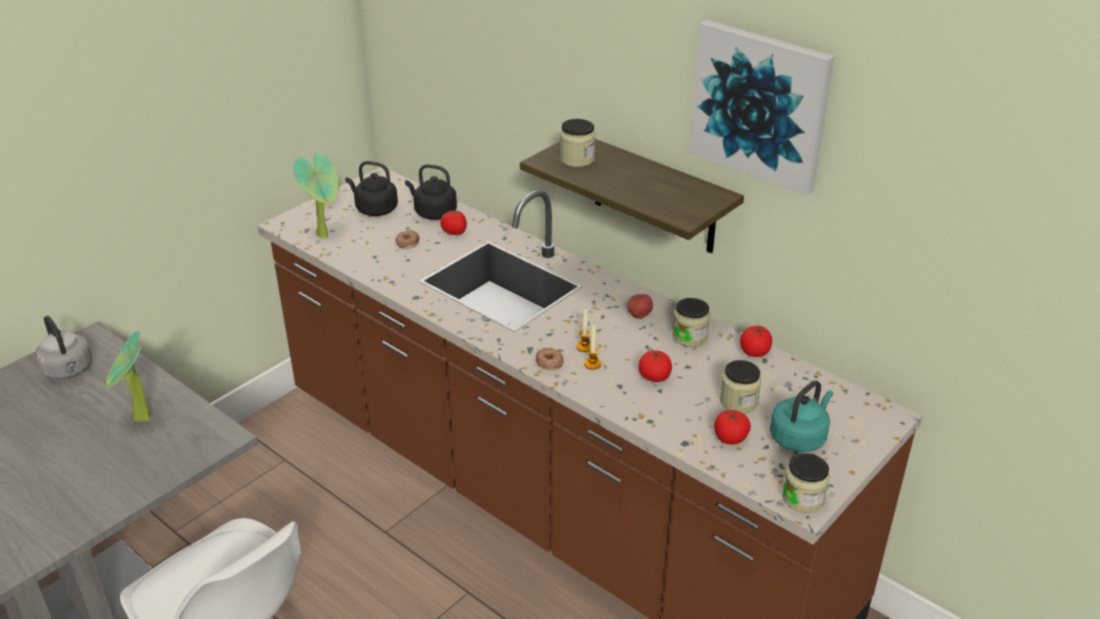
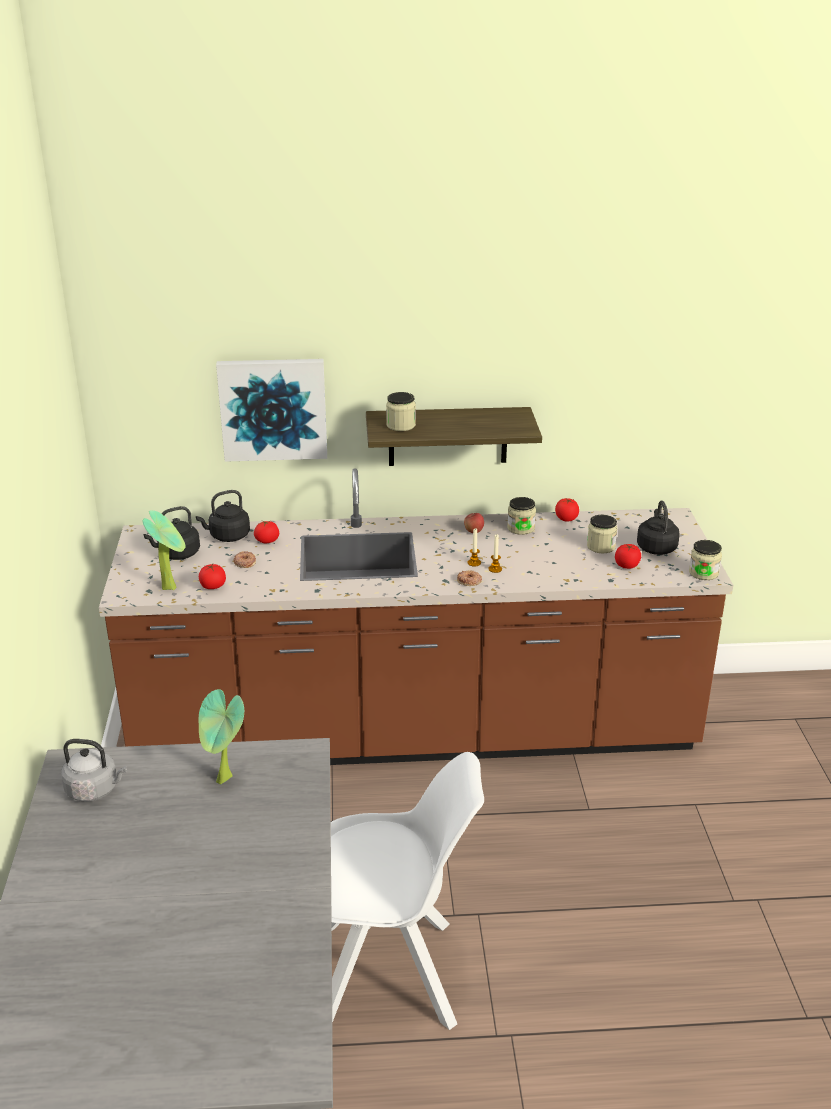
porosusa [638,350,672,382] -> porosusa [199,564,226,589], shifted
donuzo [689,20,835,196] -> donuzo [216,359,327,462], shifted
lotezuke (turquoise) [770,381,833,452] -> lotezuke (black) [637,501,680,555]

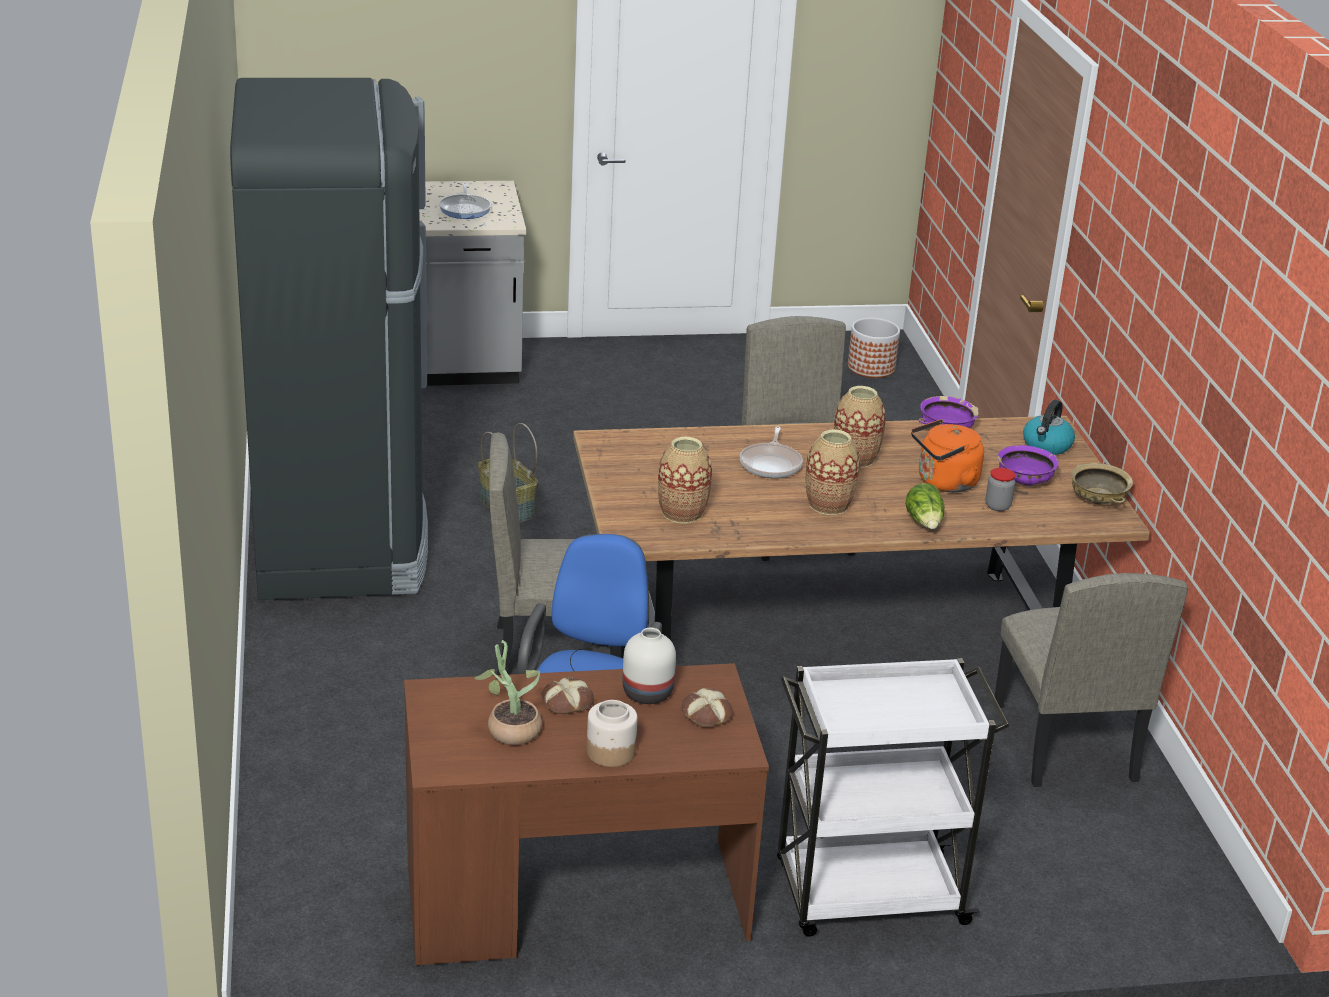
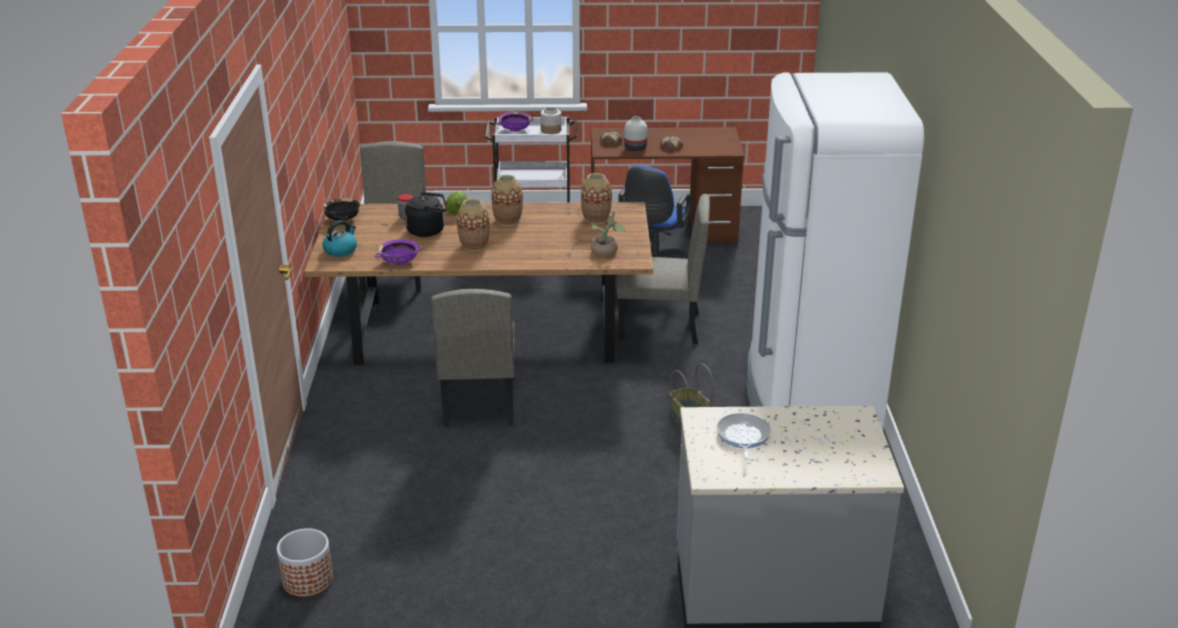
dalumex [740,426,803,478] -> none
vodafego [473,640,542,745] -> vodafego [591,210,625,256], shifted
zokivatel [587,700,637,767] -> zokivatel [541,107,561,134], shifted
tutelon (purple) [997,445,1059,486] -> tutelon (purple) [496,112,534,132], shifted
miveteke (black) [230,78,428,600] -> miveteke (white) [747,72,924,429]
lotezuke (orange) [911,419,984,492] -> lotezuke (black) [405,192,447,237]
tutelon (beige) [1071,463,1133,505] -> tutelon (black) [322,198,360,222]

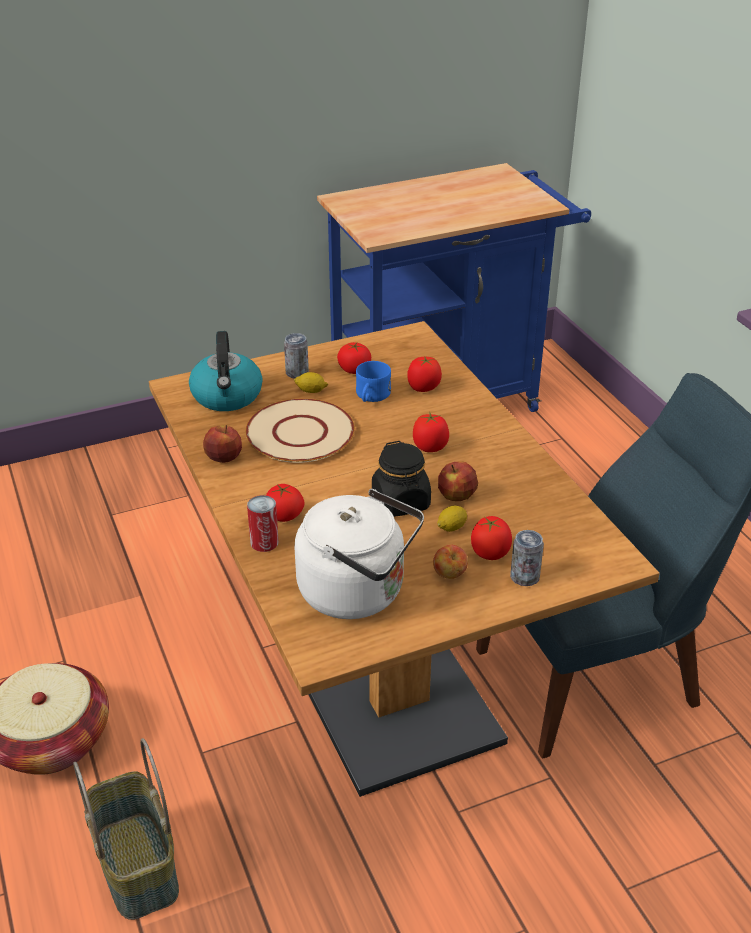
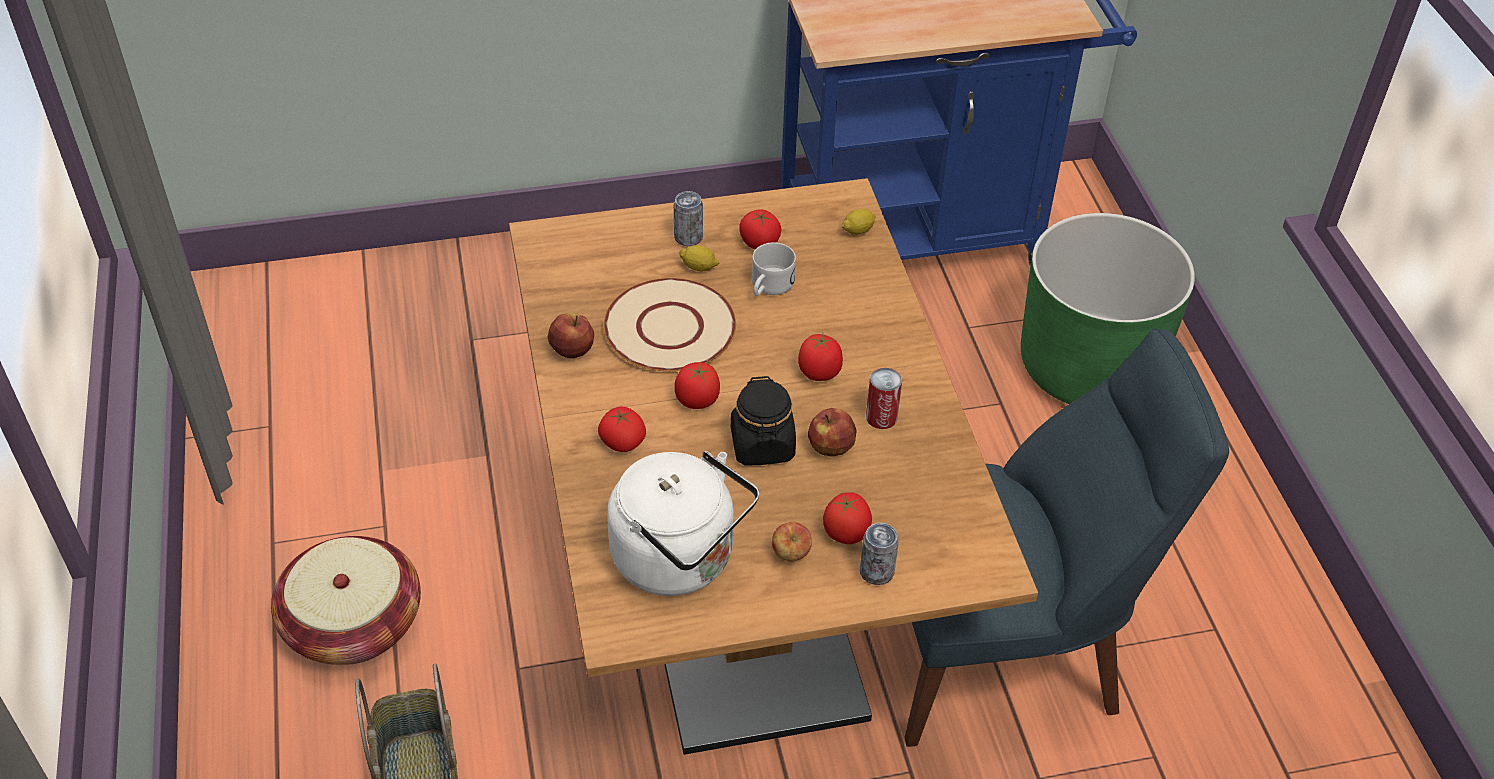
lotezuke [189,331,263,411] -> none
none -> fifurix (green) [1021,213,1195,404]
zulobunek [247,495,279,552] -> zulobunek [866,368,902,429], shifted
porosusa [407,357,442,392] -> porosusa [675,362,720,409], shifted
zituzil [437,505,467,532] -> zituzil [842,209,876,235], shifted
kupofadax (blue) [356,361,391,402] -> kupofadax (white) [752,242,796,296]

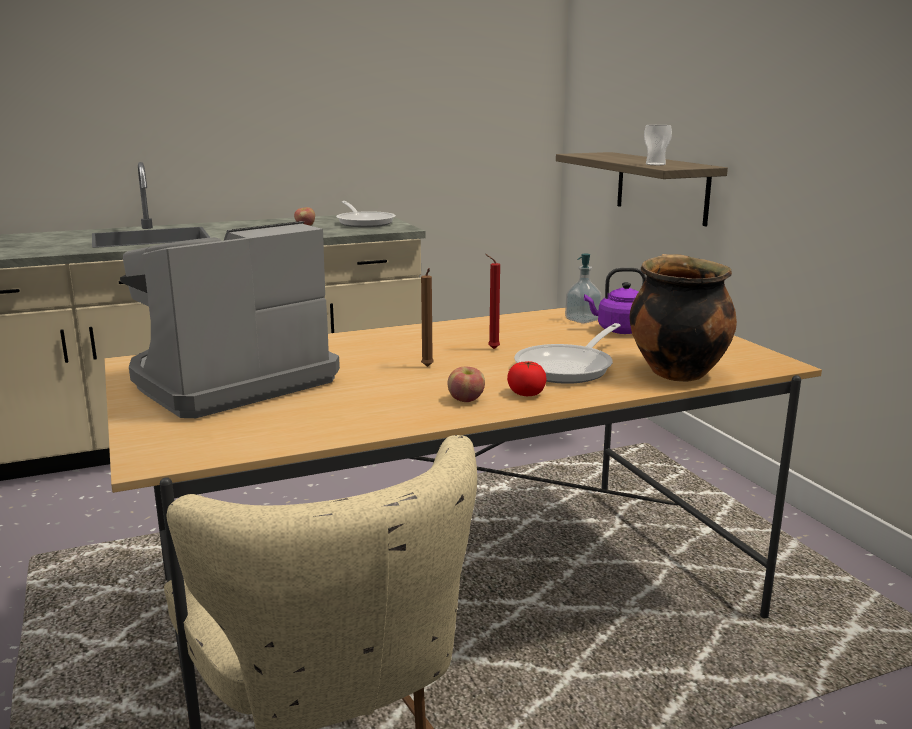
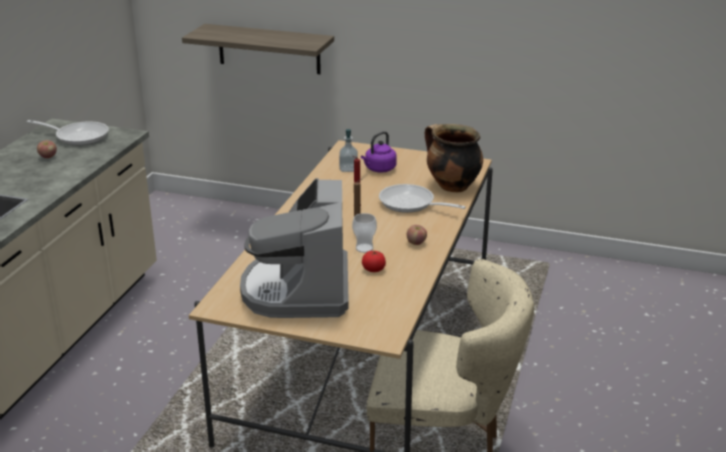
porosusa [507,361,547,396] -> porosusa [362,251,386,272], shifted
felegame [644,125,672,165] -> felegame [352,213,377,253], shifted
dalumex [514,323,621,384] -> dalumex [379,184,466,213], 135 degrees clockwise

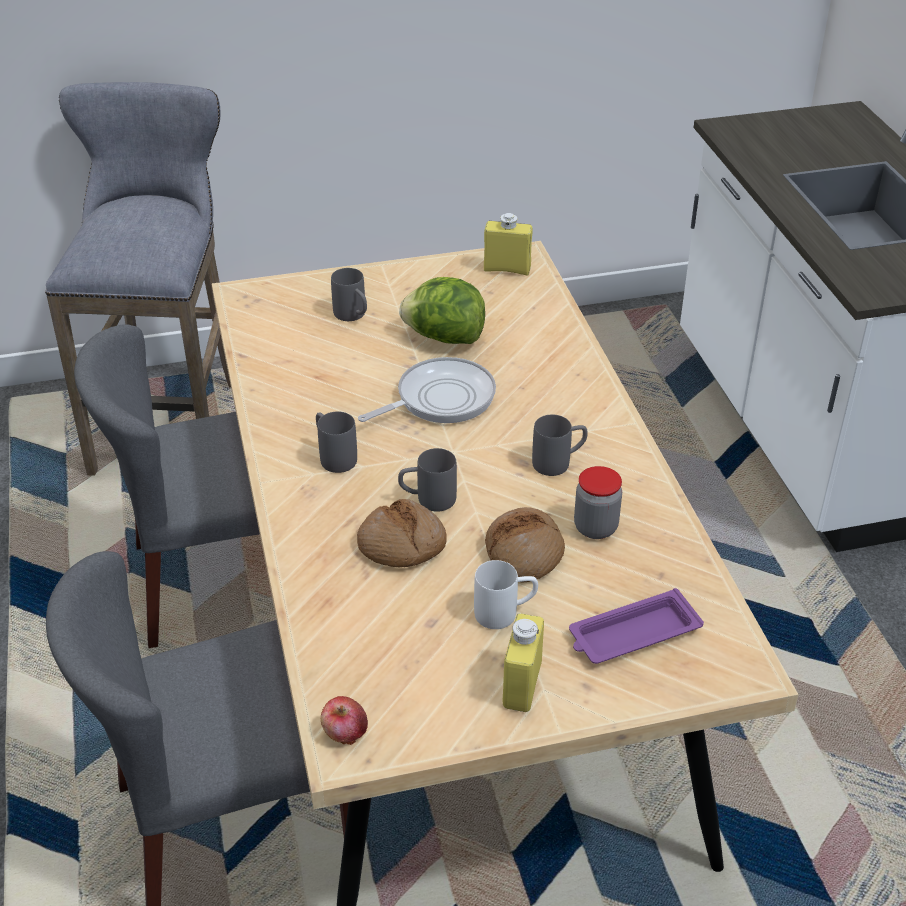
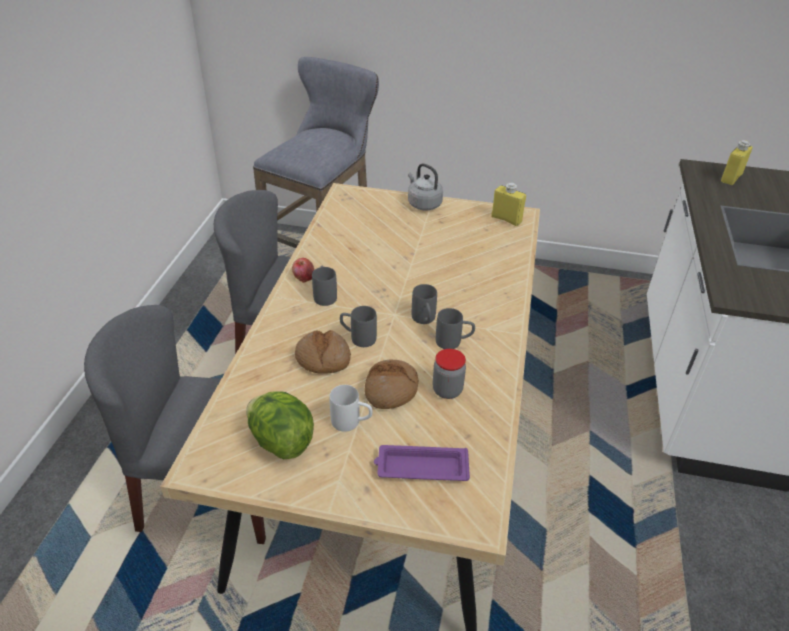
dalumex [358,357,496,423] -> none
none -> lotezuke (grey) [408,163,443,210]
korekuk [321,696,368,745] -> korekuk [292,258,314,283], shifted
kupofadax (grey) [331,268,367,321] -> kupofadax (grey) [412,284,437,324], shifted
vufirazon [399,277,485,344] -> vufirazon [246,391,314,459], shifted
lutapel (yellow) [503,614,544,712] -> lutapel (yellow) [721,140,753,185], shifted

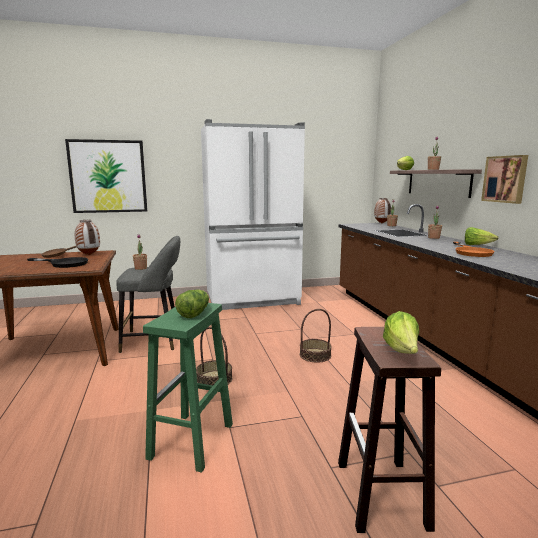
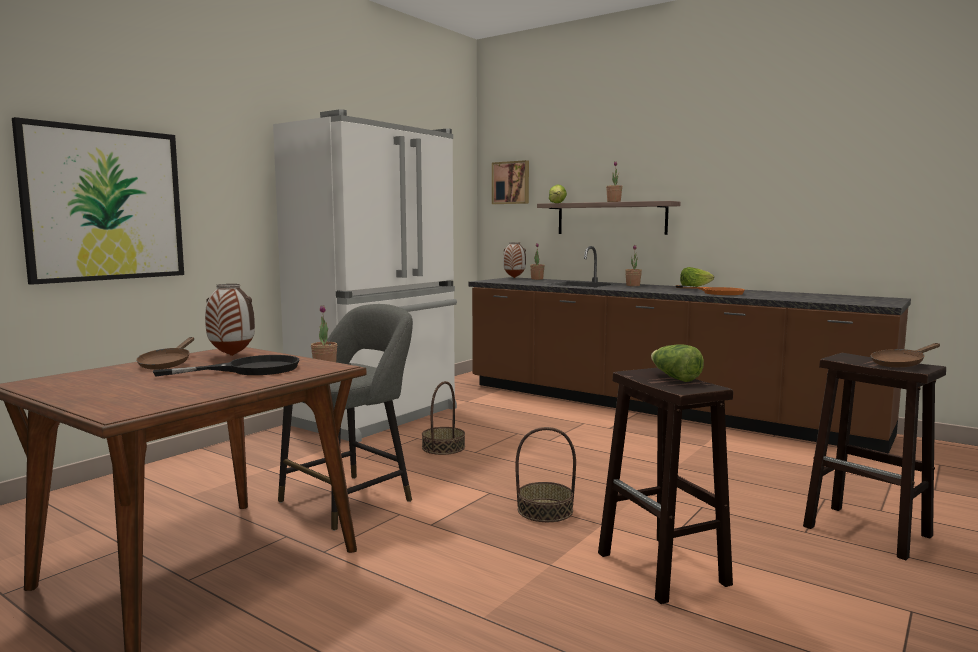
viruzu [300,309,332,363] -> viruzu [422,381,465,455], shifted
donuzo [481,155,528,204] -> donuzo [492,160,529,204], shifted
vufirazon [383,311,419,354] -> dalumex (brown) [871,343,940,367]
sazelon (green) [143,303,233,473] -> sazelon (brown) [598,368,733,604]

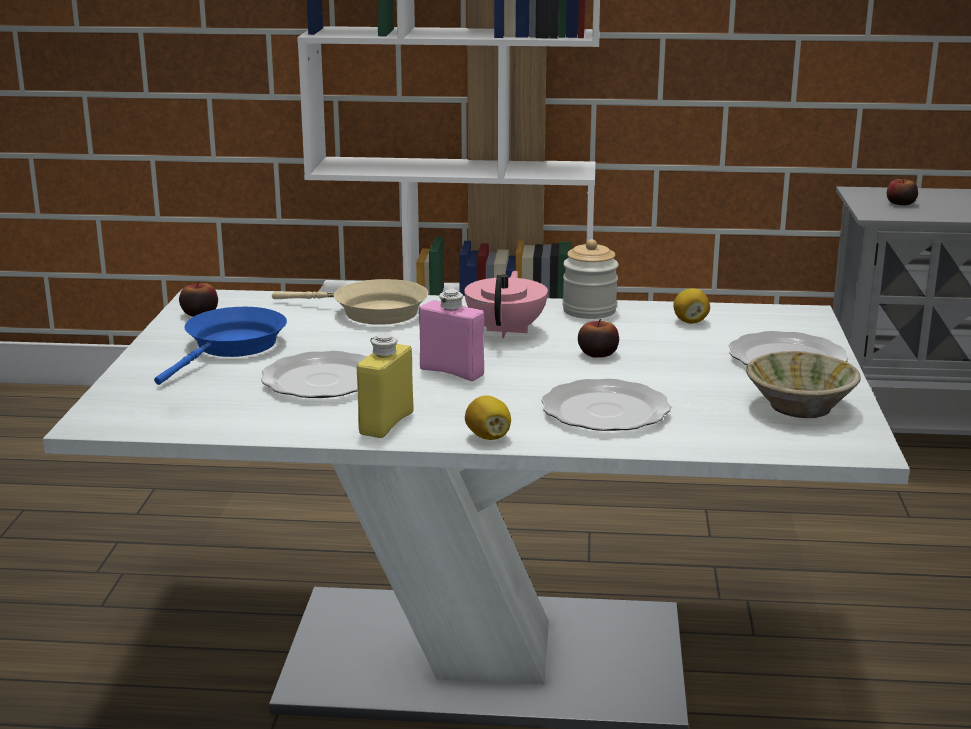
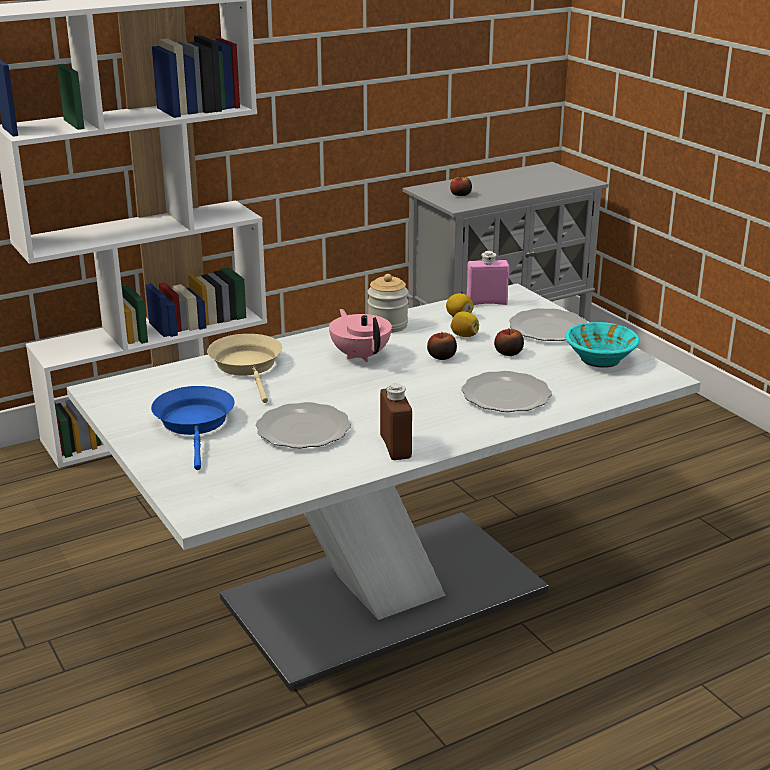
korekuk [179,281,218,317] -> korekuk [494,328,524,356], shifted
lutapel (pink) [419,289,484,381] -> lutapel (pink) [467,251,509,305], shifted
zituzil [465,395,511,440] -> zituzil [451,311,479,337], shifted
lutapel (yellow) [357,334,414,438] -> lutapel (brown) [380,383,412,460]
tutelon (beige) [746,351,861,418] -> tutelon (turquoise) [565,322,639,368]
dalumex (beige) [272,279,428,325] -> dalumex (beige) [207,334,282,403], 90 degrees counterclockwise

